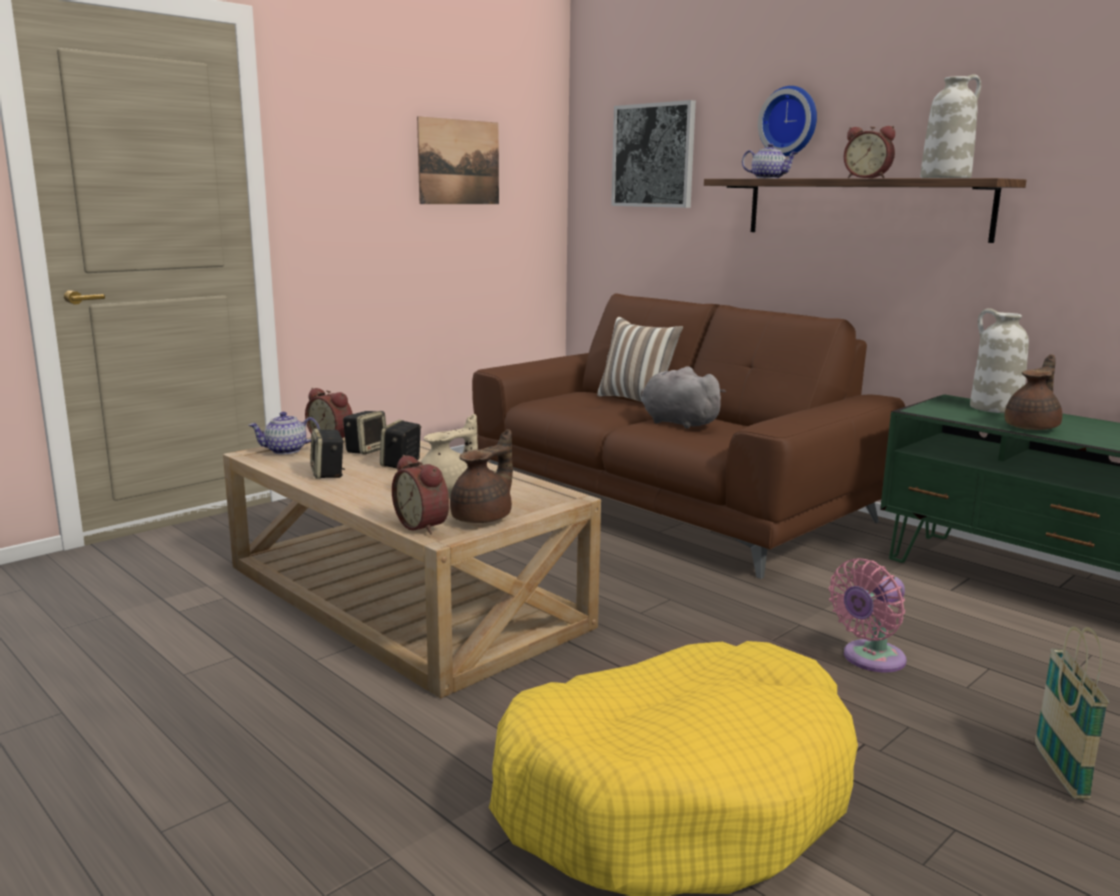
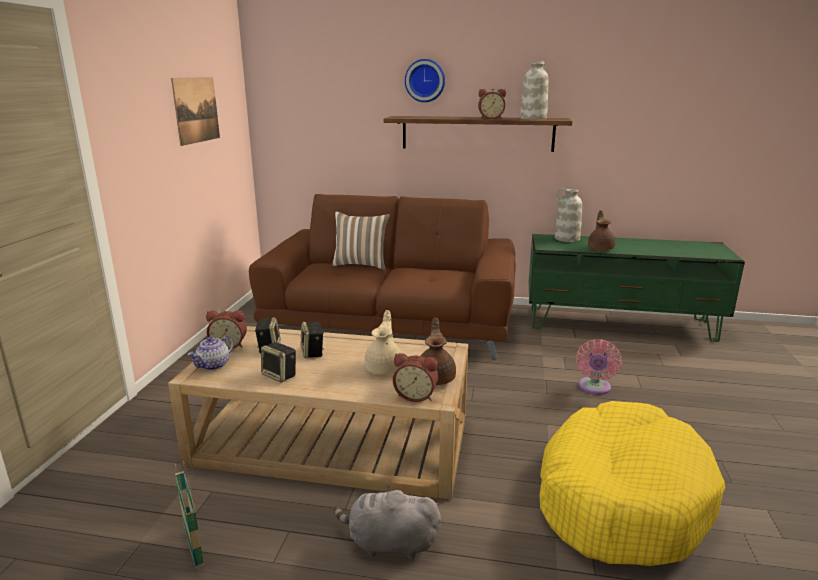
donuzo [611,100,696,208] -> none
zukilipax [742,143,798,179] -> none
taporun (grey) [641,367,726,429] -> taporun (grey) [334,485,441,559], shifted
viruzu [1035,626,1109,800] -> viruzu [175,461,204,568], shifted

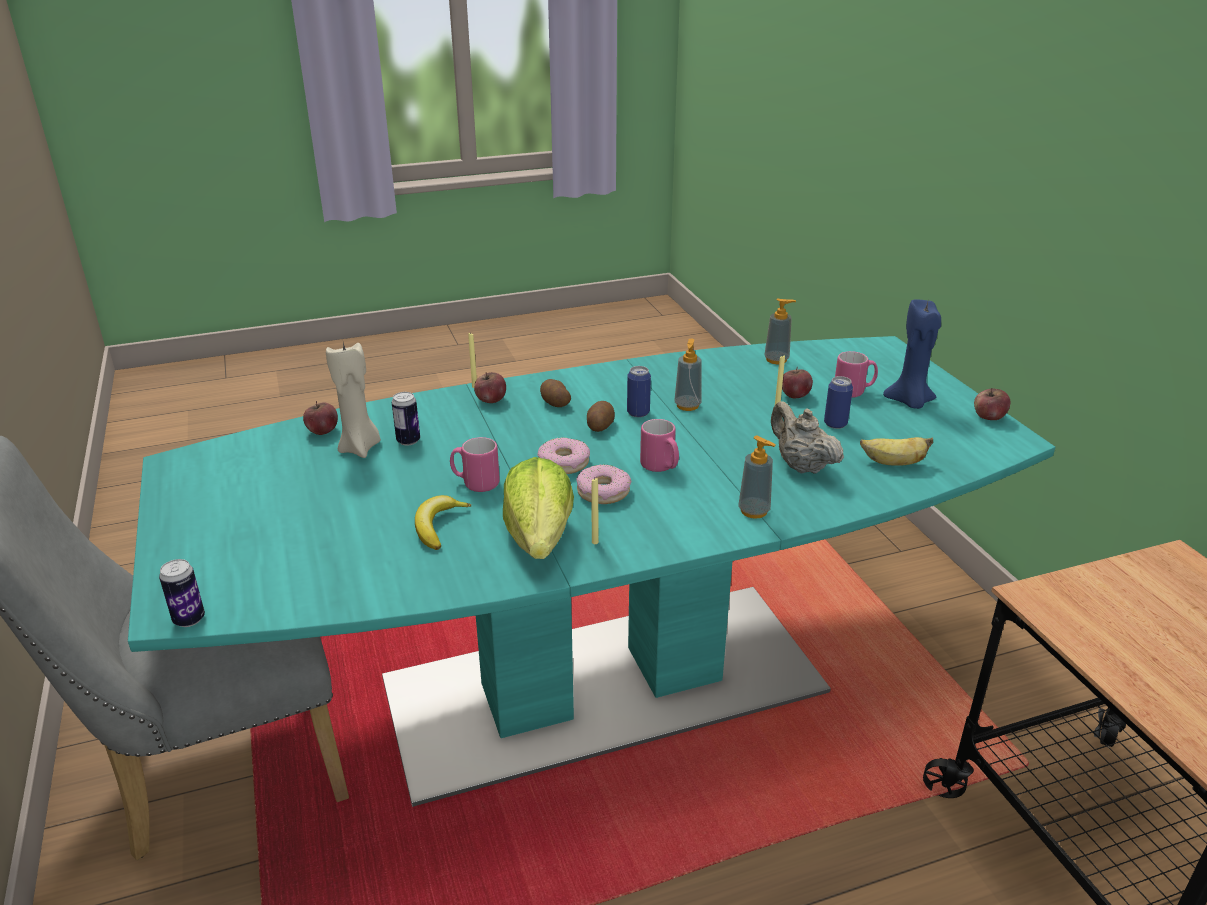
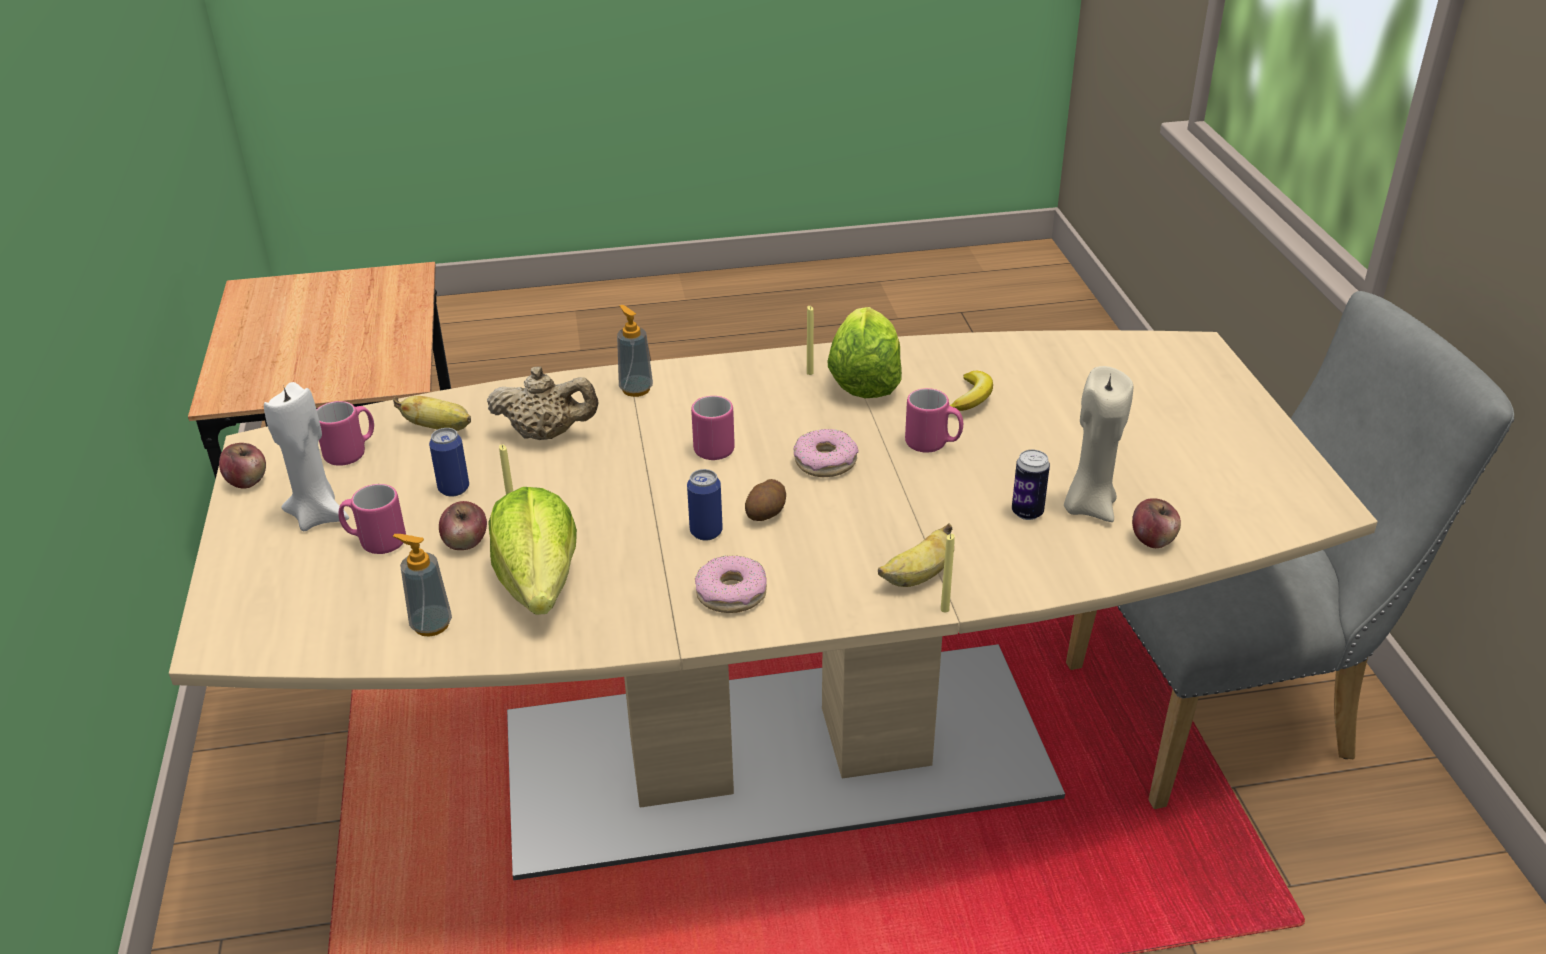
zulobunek [159,559,205,627] -> none
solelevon [540,379,571,407] -> none
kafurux [674,339,702,411] -> none
none -> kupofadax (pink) [316,401,374,466]
none -> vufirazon [488,487,577,615]
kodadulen [577,464,631,504] -> kodadulen [695,555,767,613], shifted
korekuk [474,372,506,403] -> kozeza [878,524,952,587]
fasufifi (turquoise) [128,336,1055,807] -> fasufifi (beige) [169,330,1378,880]
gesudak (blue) [883,299,941,409] -> gesudak (white) [264,382,349,531]
zukilipax (beige) [771,401,844,474] -> zukilipax (beige) [487,367,599,440], 60 degrees counterclockwise

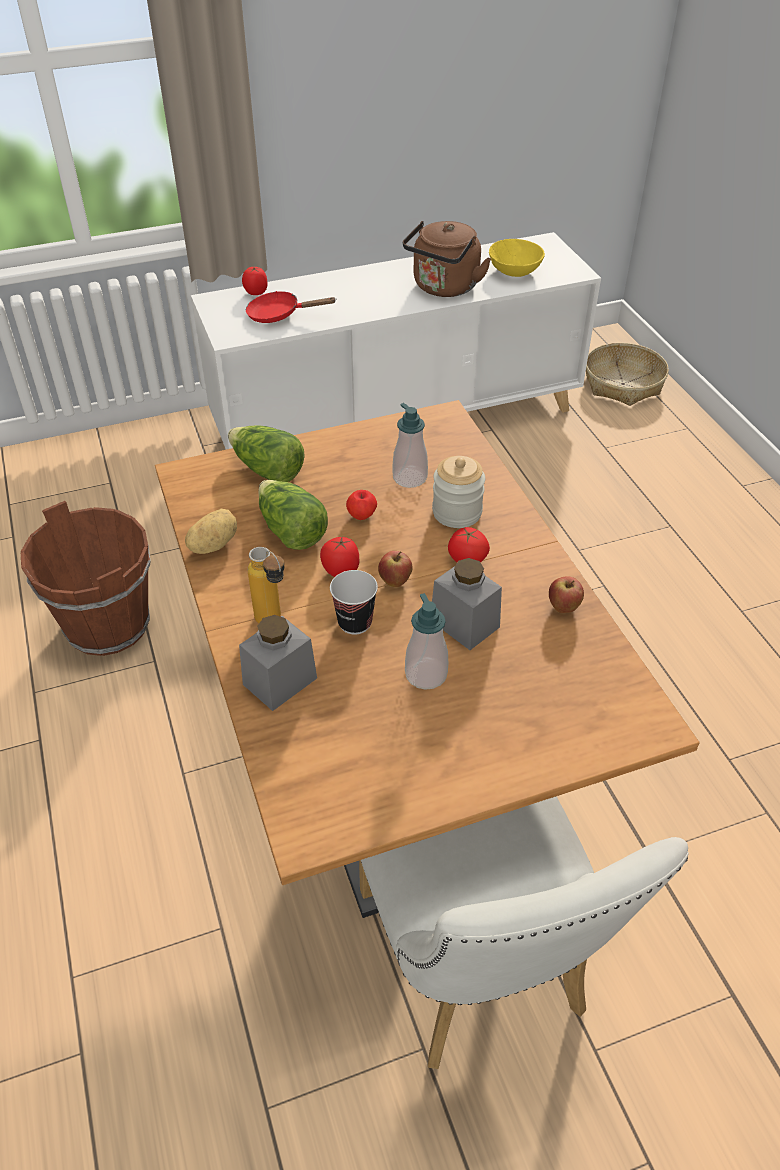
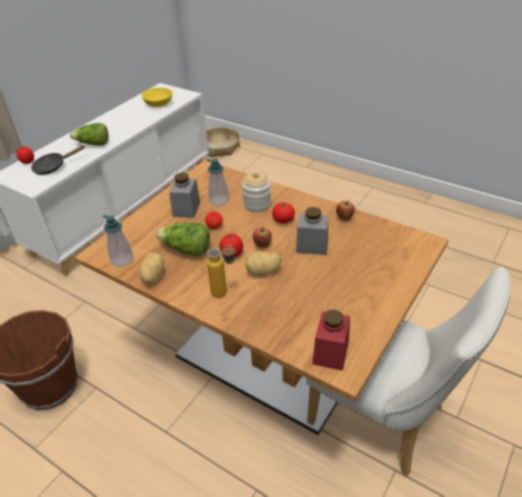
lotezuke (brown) [403,221,491,297] -> none
none -> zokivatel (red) [313,309,350,371]
vufirazon [228,426,305,482] -> vufirazon [70,123,109,145], shifted
zokivatel (grey) [239,615,317,711] -> zokivatel (grey) [169,172,200,218], shifted
kafurux [405,593,448,690] -> kafurux [103,215,133,267], shifted
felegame [330,570,378,635] -> solelevon [246,251,282,275]
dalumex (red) [246,291,337,323] -> dalumex (black) [31,145,85,175]

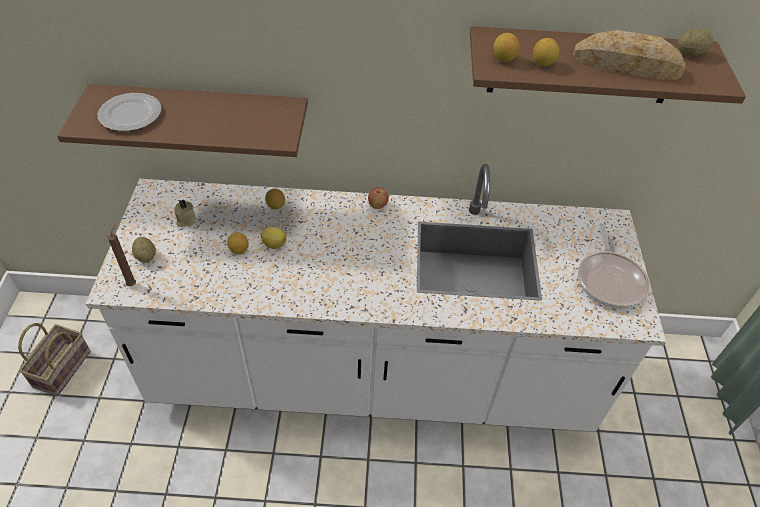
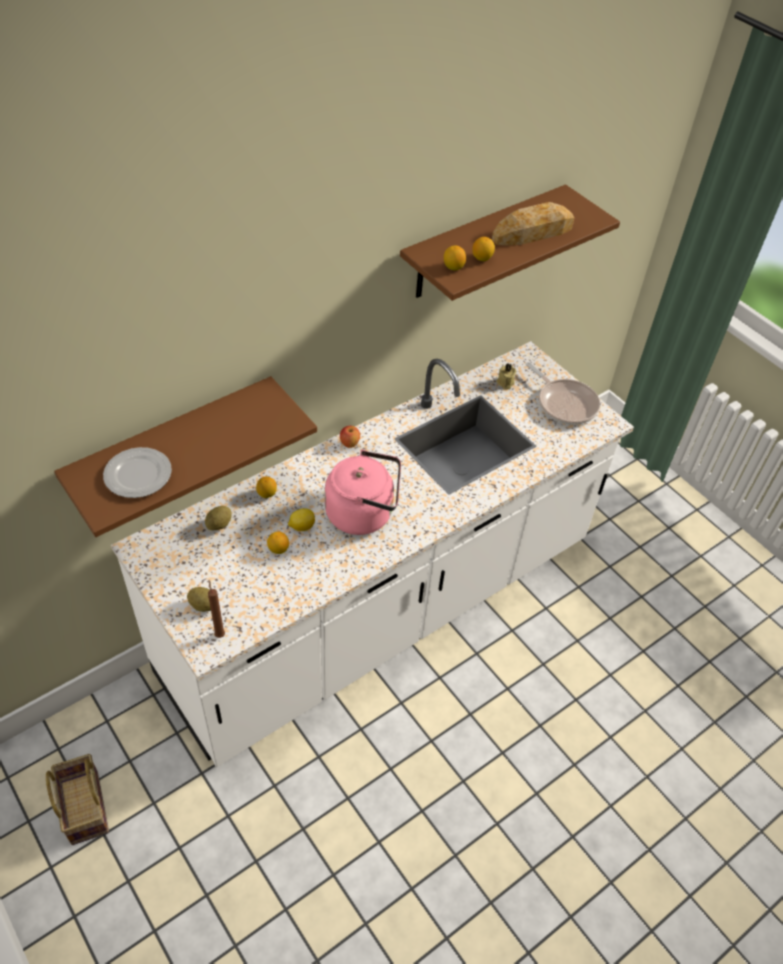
none -> lotezuke (pink) [325,450,401,535]
gesudak (beige) [174,200,196,227] -> gesudak (beige) [496,364,516,389], shifted
solelevon [678,29,713,56] -> solelevon [205,506,232,530], shifted

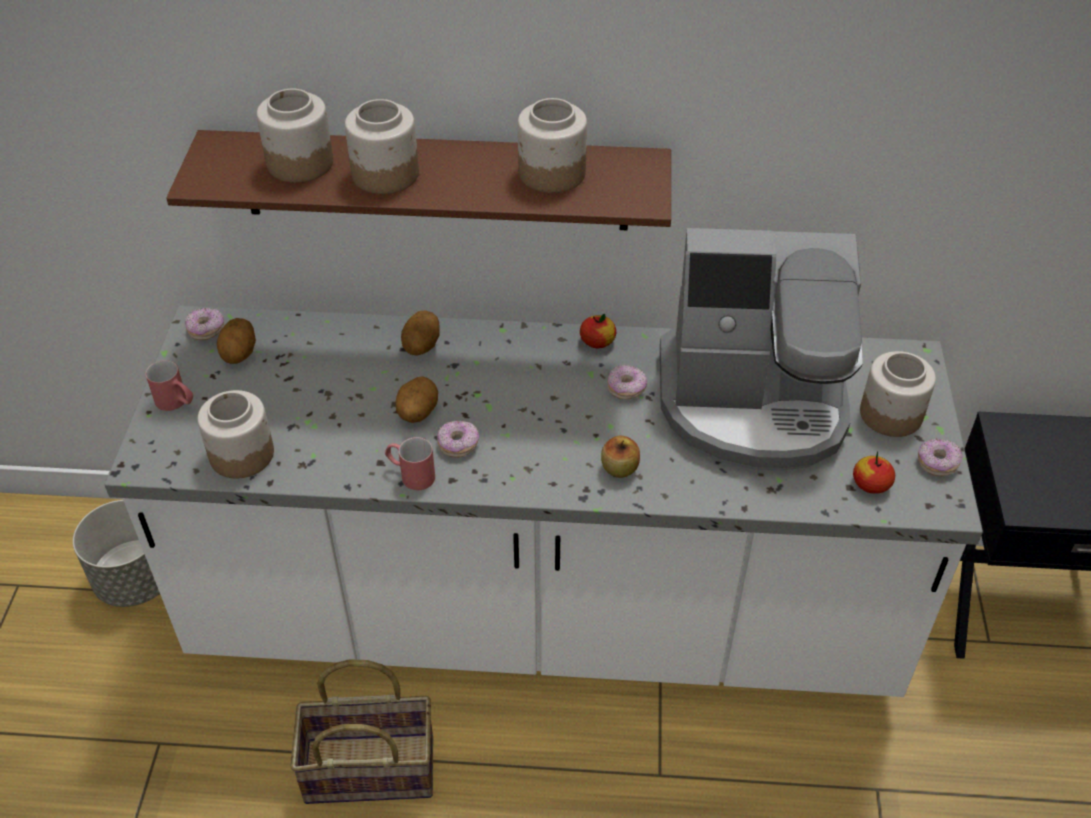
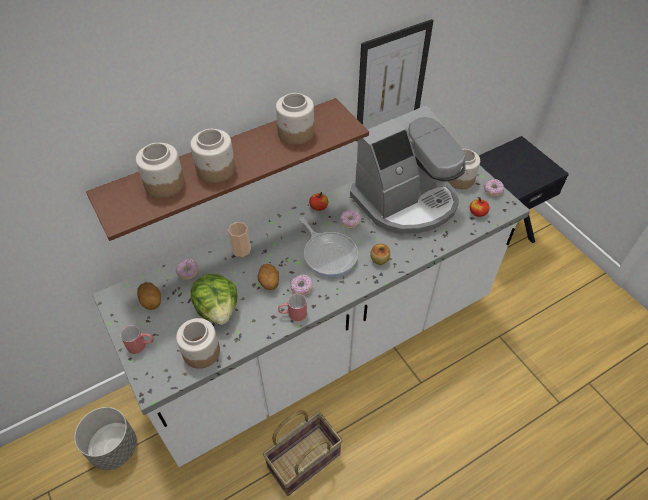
none -> vufirazon [190,274,237,325]
none -> dalumex [299,217,358,277]
none -> donuzo [357,19,434,141]
kodadulen [185,308,224,340] -> kodadulen [176,259,198,280], shifted
solelevon [401,310,439,356] -> felegame [228,222,251,257]

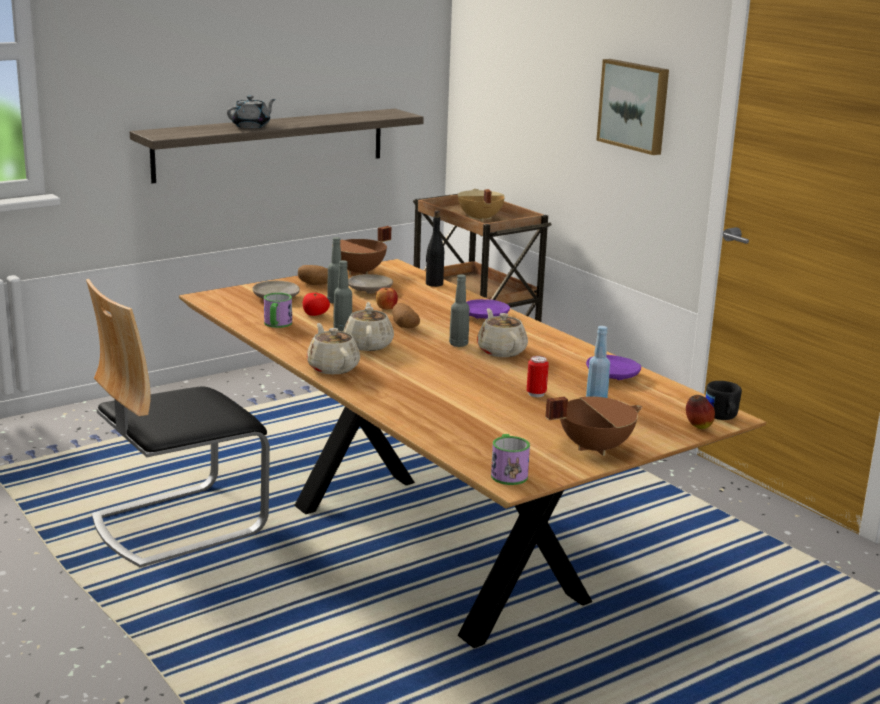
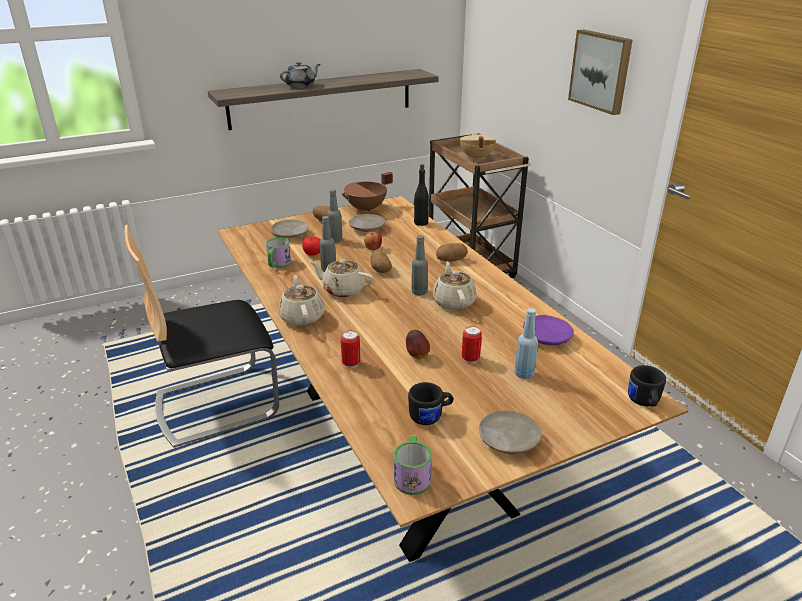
none -> zulobunek [341,331,361,368]
none -> kupofadax (black) [408,382,453,425]
korekuk [686,395,715,429] -> korekuk [406,330,430,359], shifted
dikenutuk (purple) [466,299,510,319] -> solelevon [436,243,467,261]
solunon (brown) [546,397,643,456] -> dikenutuk (beige) [479,410,542,454]
zukilipax (beige) [343,302,394,351] -> zukilipax (beige) [310,259,374,298], 75 degrees counterclockwise

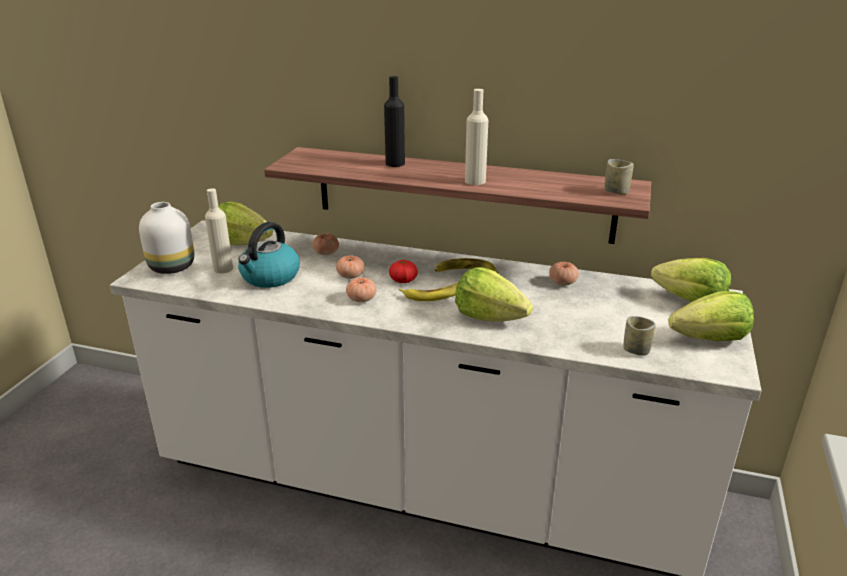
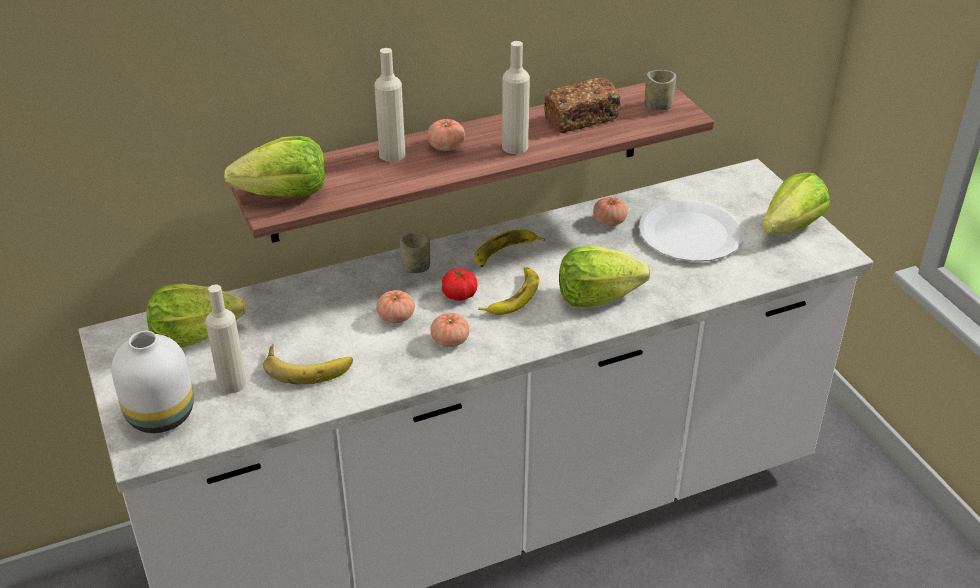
none -> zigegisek [544,77,621,133]
none -> dikenutuk (white) [639,200,744,262]
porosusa [312,234,339,255] -> porosusa [427,119,465,151], shifted
felegame [623,316,656,356] -> felegame [400,233,430,273], shifted
vufirazon [651,258,731,302] -> vufirazon [224,136,325,197], shifted
lotezuke [238,222,300,288] -> kozeza [263,344,353,384]
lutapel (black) [384,76,405,167] -> lutapel (beige) [374,48,405,162]

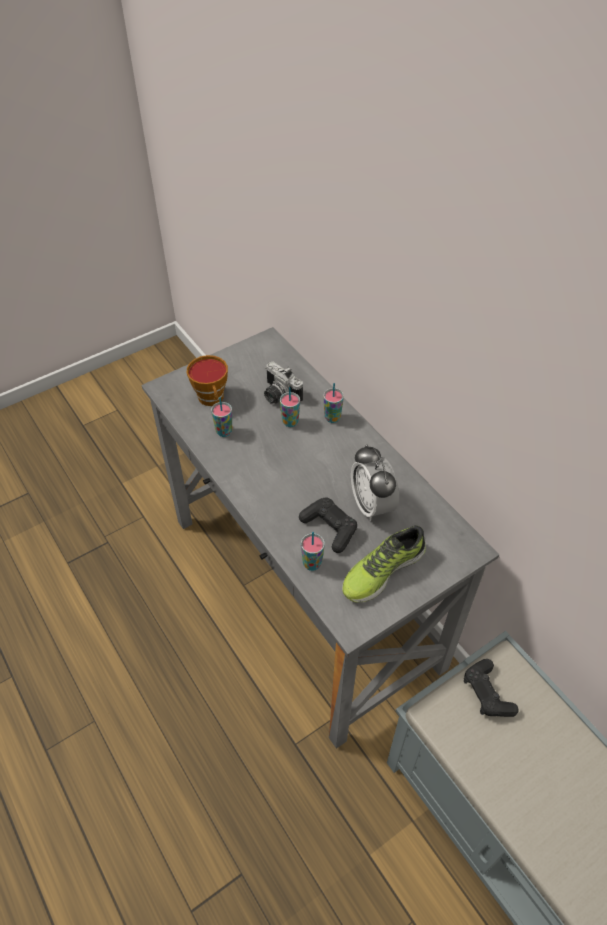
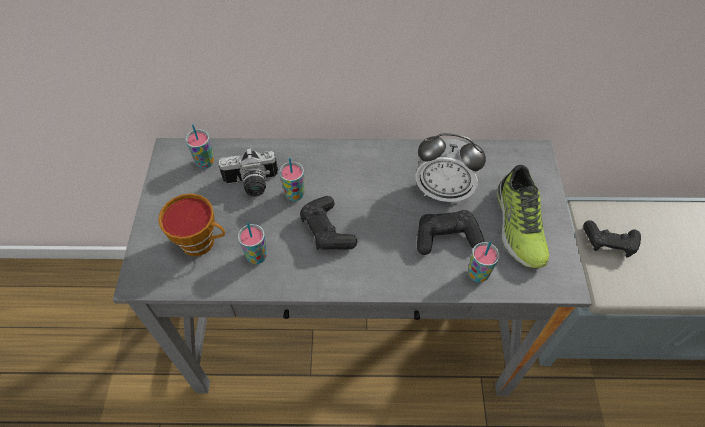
none -> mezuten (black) [300,196,357,250]
felegame [323,383,344,423] -> felegame [185,124,214,169], shifted

